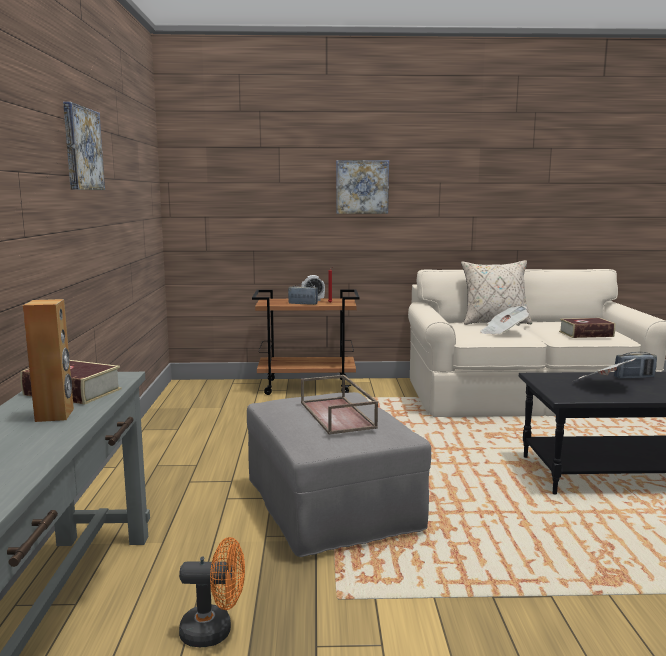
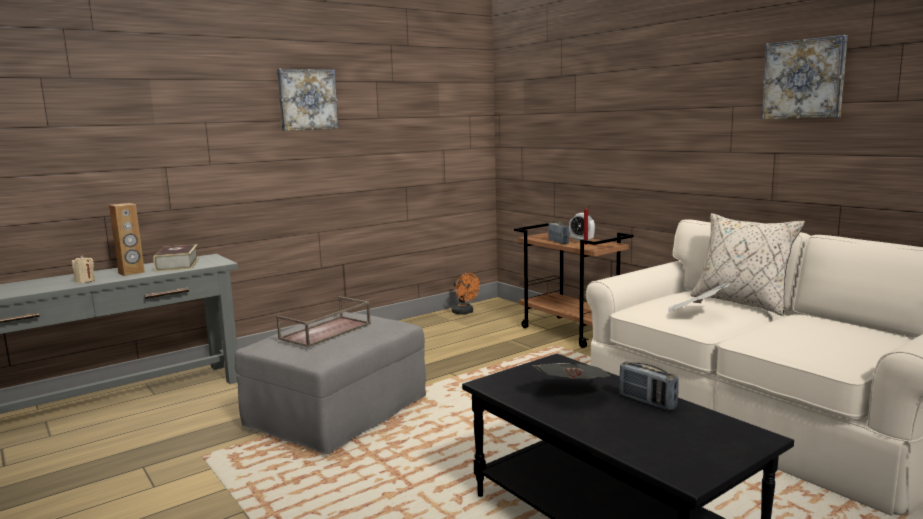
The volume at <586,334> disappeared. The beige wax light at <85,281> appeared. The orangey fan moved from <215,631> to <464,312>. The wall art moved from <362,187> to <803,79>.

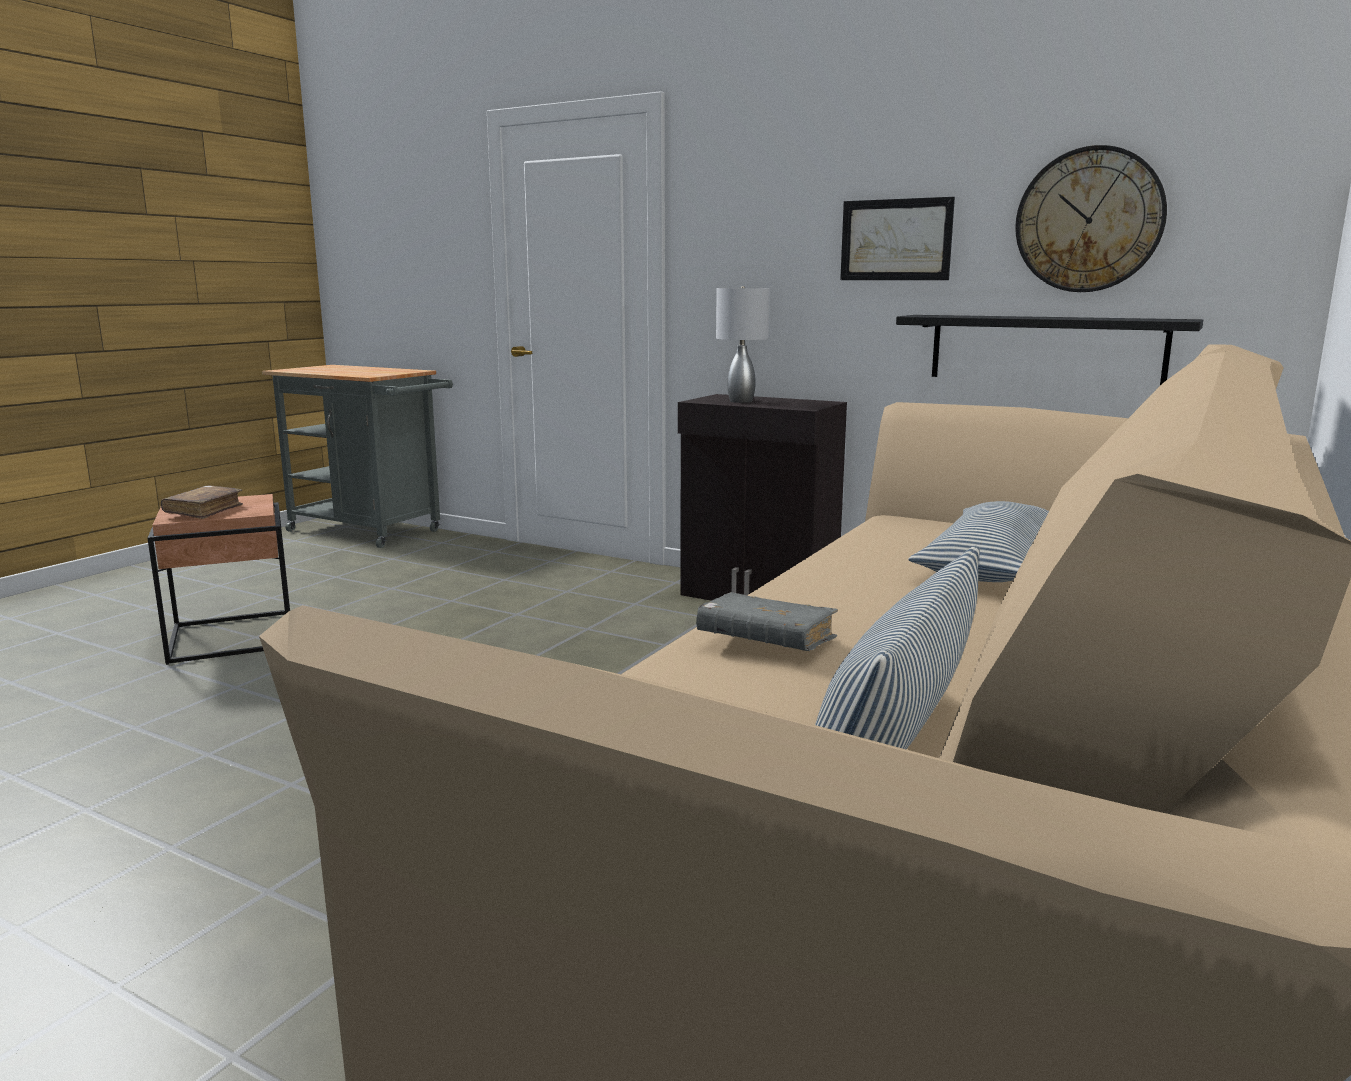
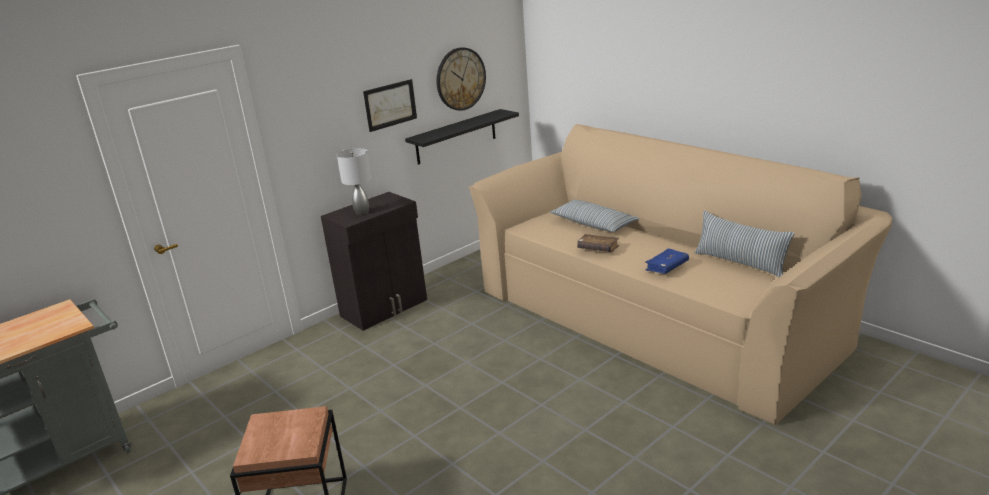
The brown-coloured volume moved from <204,511> to <598,248>. The grey volume at <765,639> became the blue volume at <666,267>.

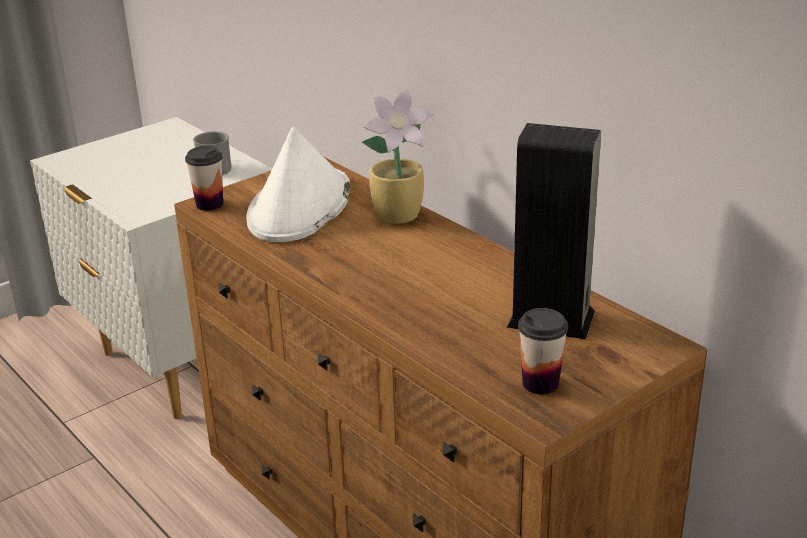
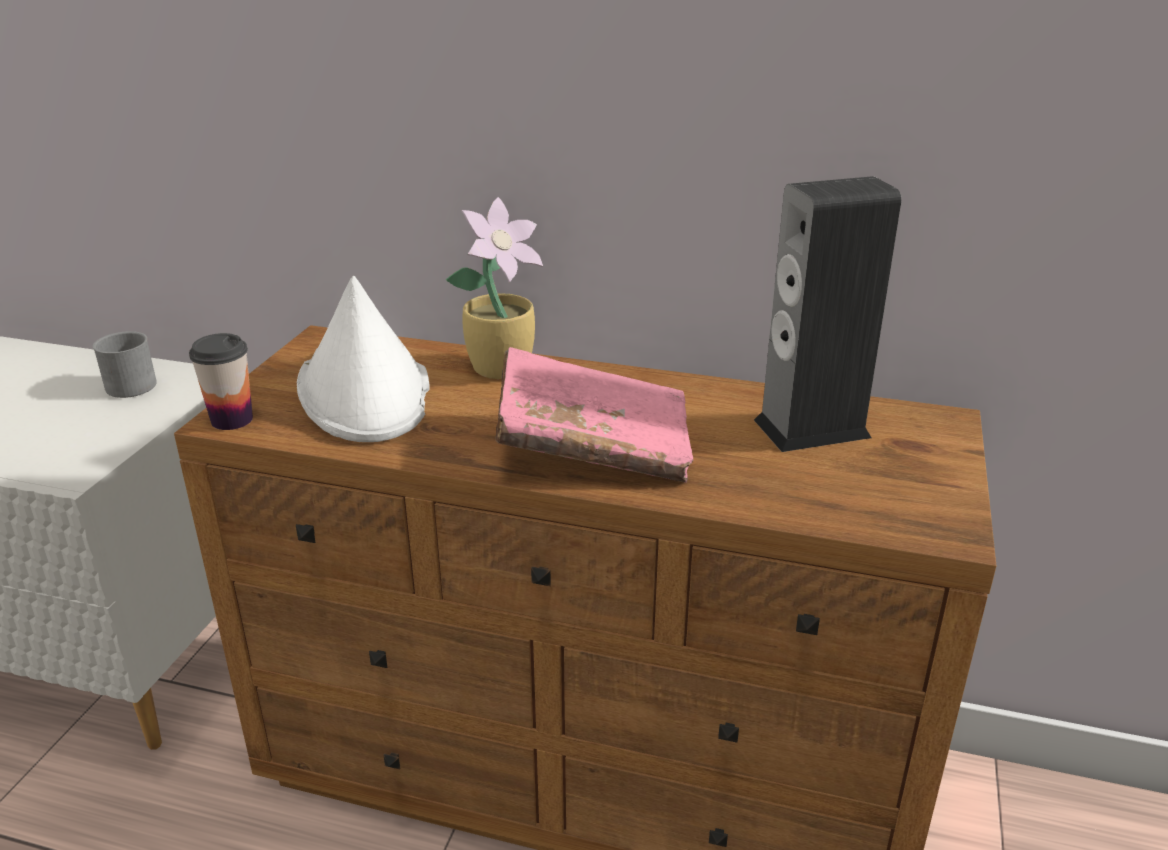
The cup at <540,383> disappeared. The pinkish volume at <593,446> appeared.

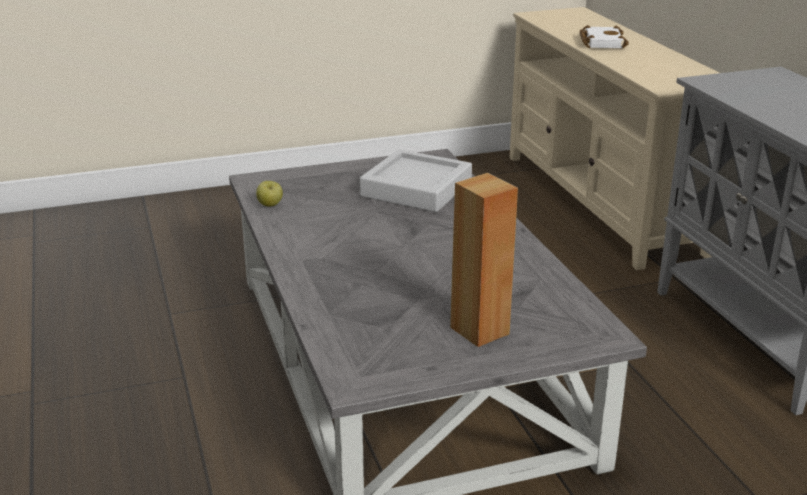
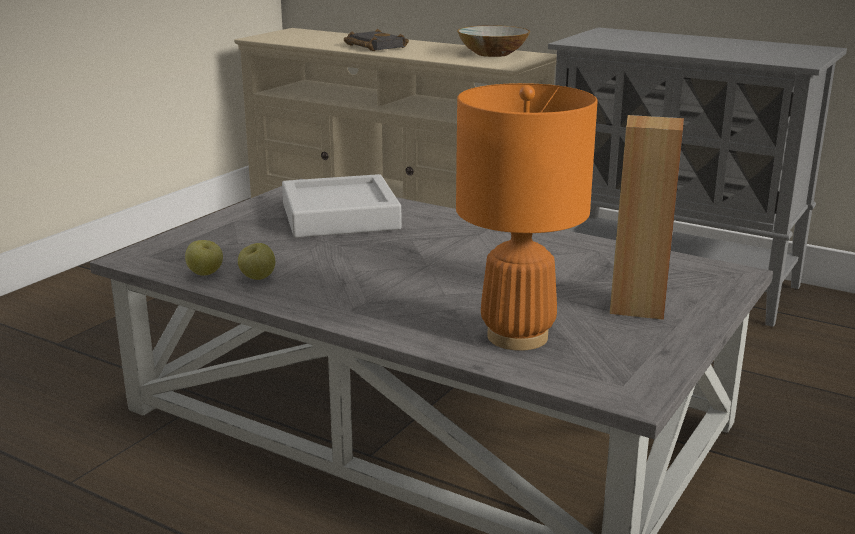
The whole apple at <257,278> appeared. The orangey tabletop lamp at <518,336> appeared. The deep dish at <492,53> appeared. The whitish volume at <600,42> became the blackish volume at <373,46>.

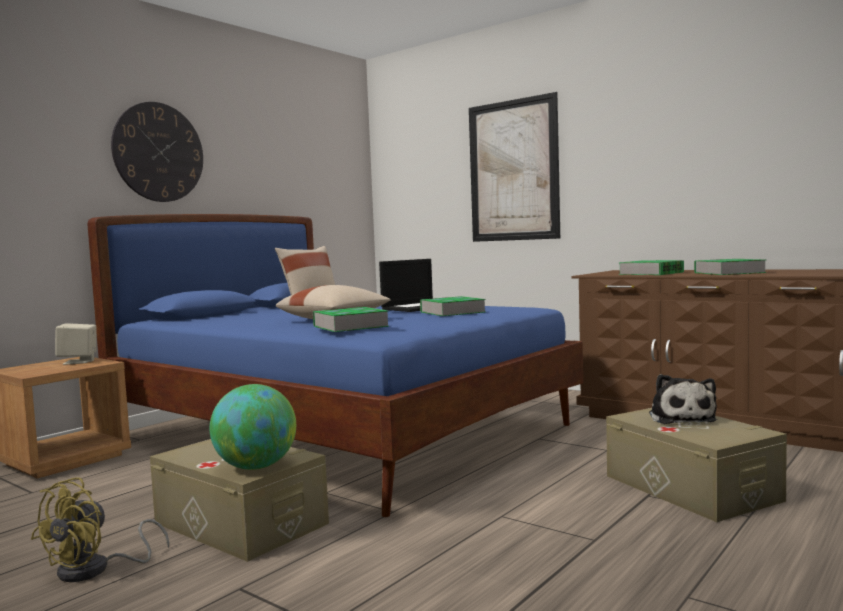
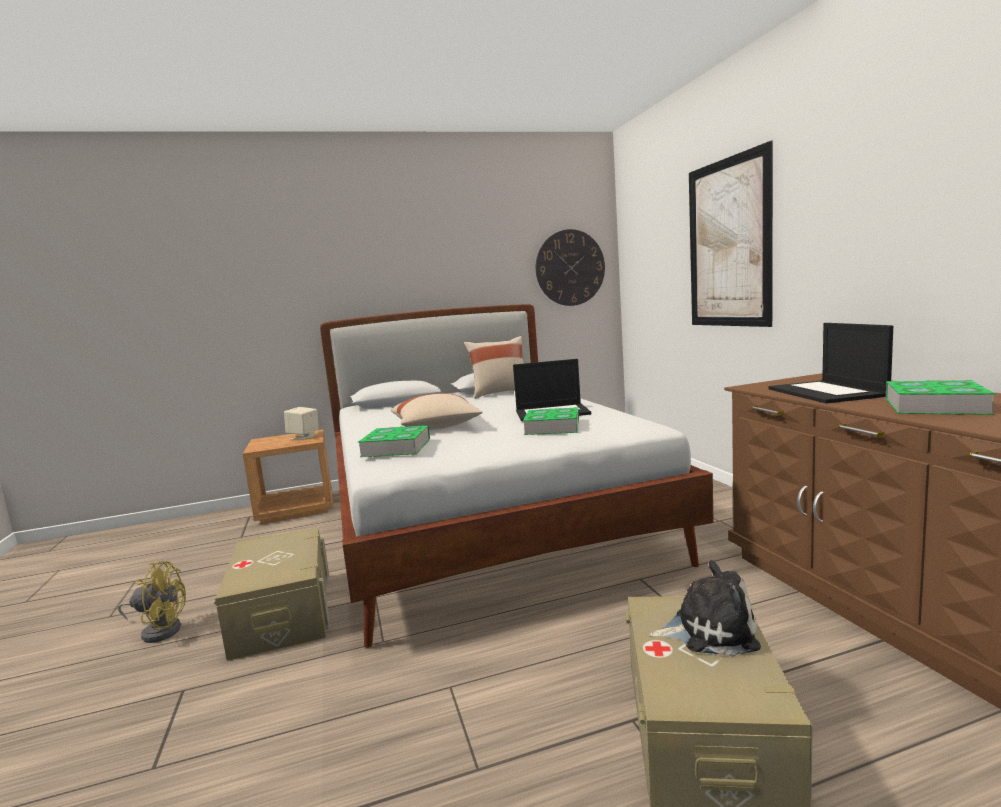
The world globe at <256,467> disappeared. The hanging clock moved from <158,152> to <570,268>. The volume at <651,273> was replaced by the portable computer at <827,392>. The blue bedroom bed at <340,432> became the whitish bedroom bed at <484,522>. The yellow-coloured fan at <95,570> turned 150 degrees counterclockwise. The soft toy at <681,418> turned 120 degrees counterclockwise.

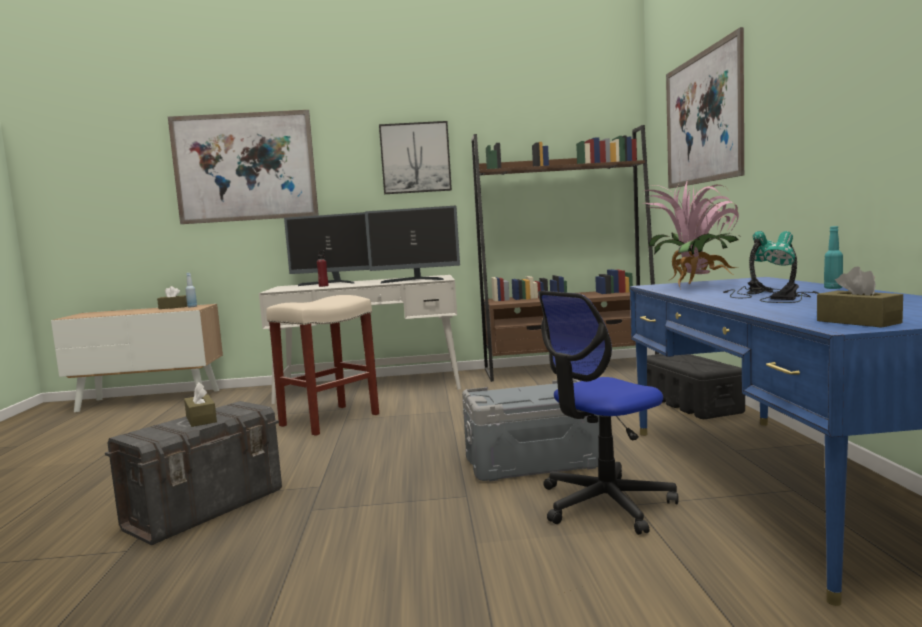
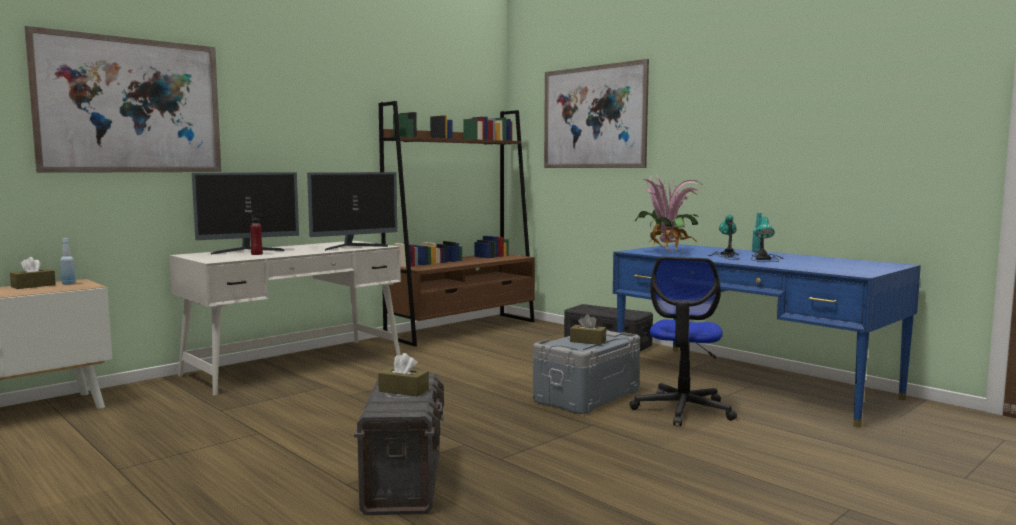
The beige stool at <329,420> disappeared. The wall art at <415,158> disappeared. The brown-coloured tissue box moved from <858,322> to <587,341>.

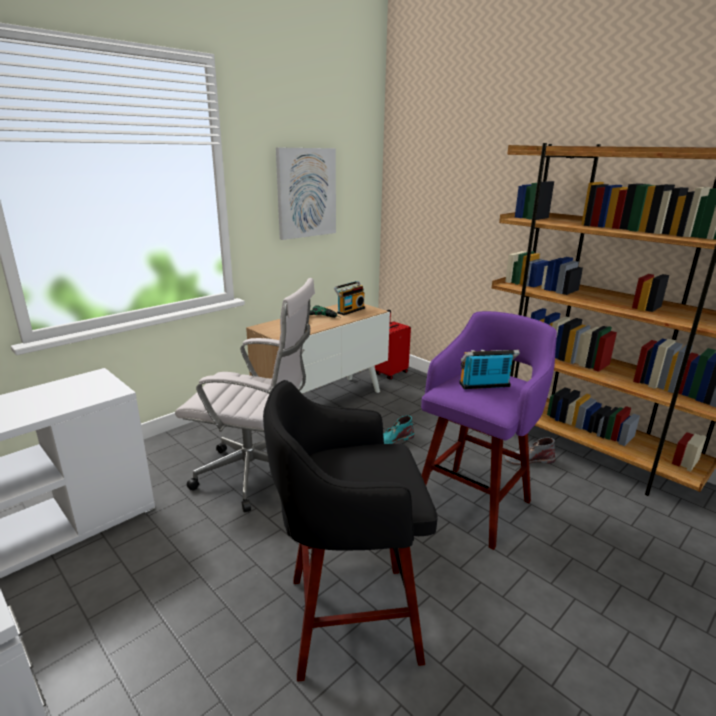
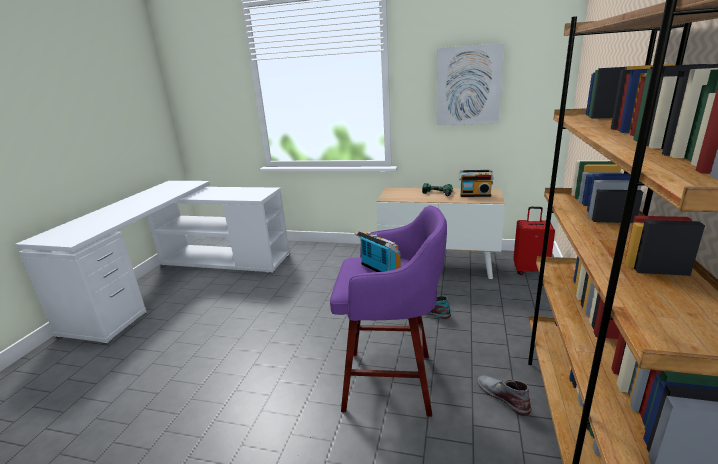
The whitish desk chair at <256,475> disappeared. The blackish stool at <347,619> disappeared.

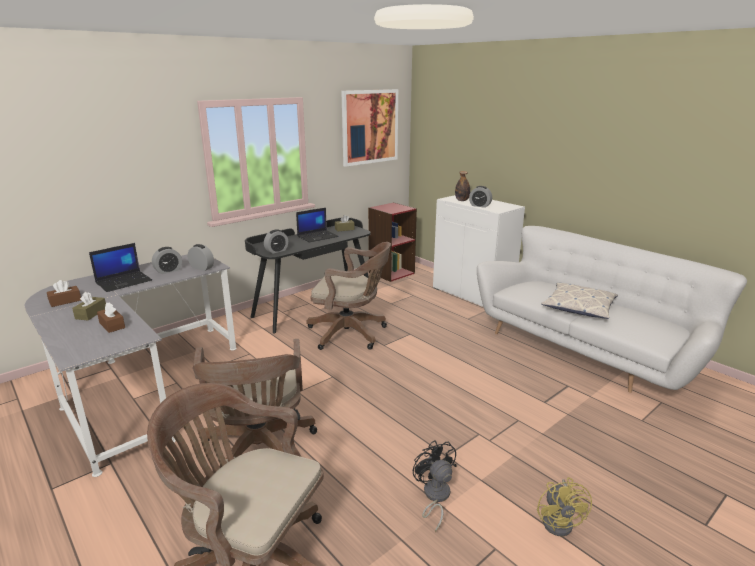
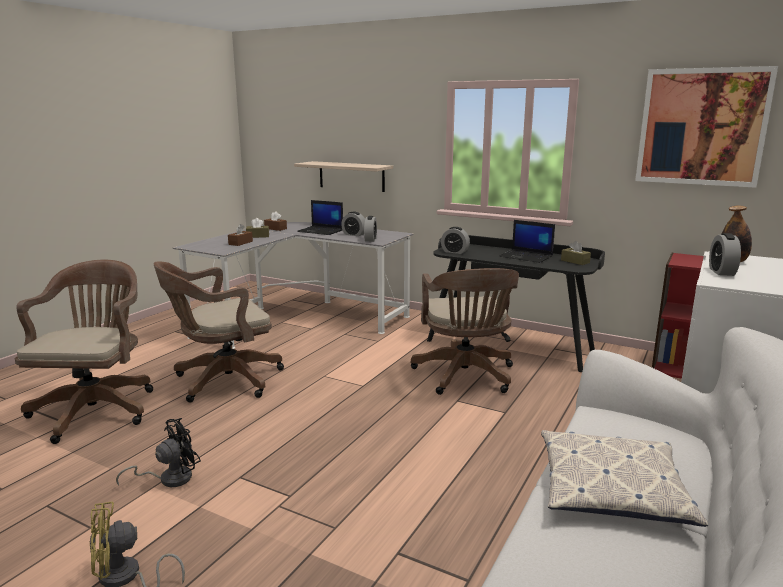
The bracket shelf at <351,176> appeared.

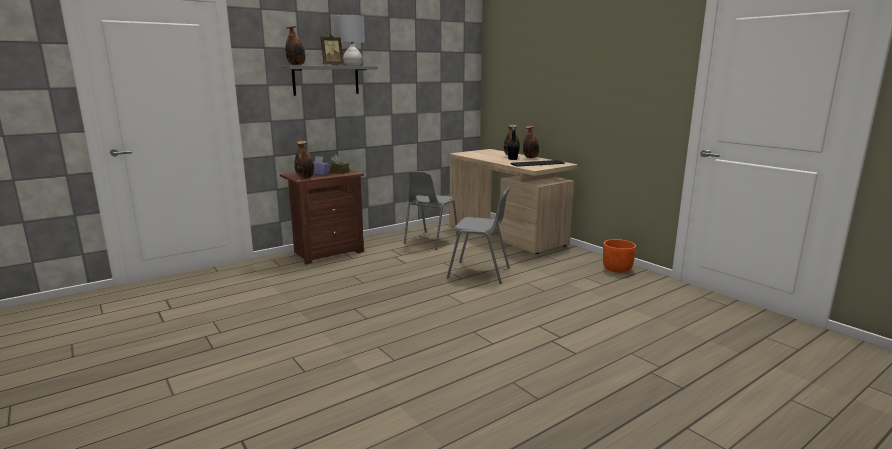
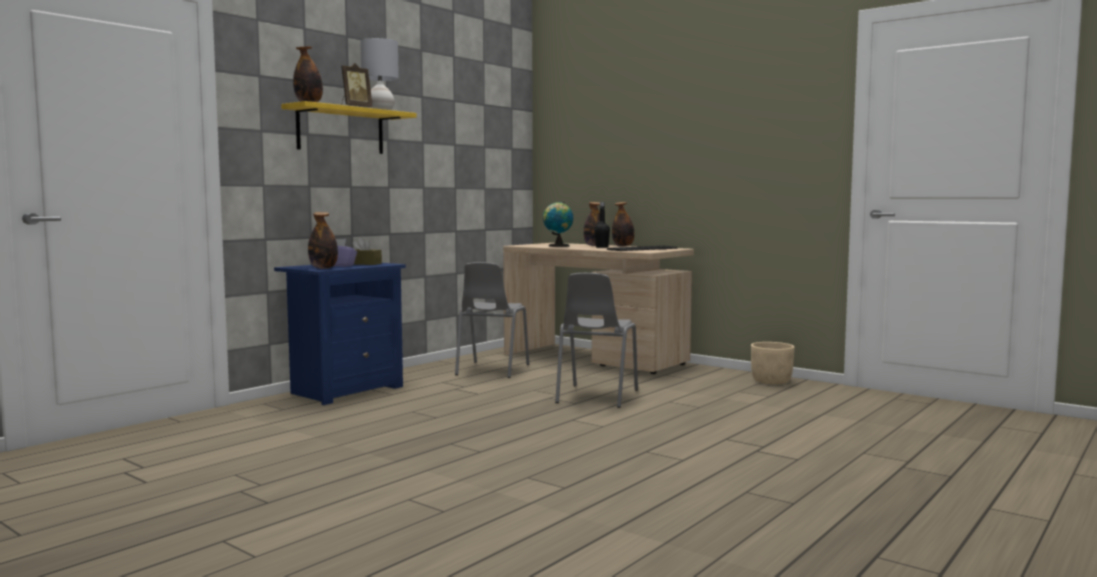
The world globe at <557,246> appeared. The brown-coloured nightstand at <327,252> became the blue nightstand at <345,390>. The grey bracket shelf at <326,80> became the yellow-coloured bracket shelf at <340,130>. The orangey plant pot at <617,269> became the beige plant pot at <771,381>. The grey chair at <479,273> turned 105 degrees clockwise.

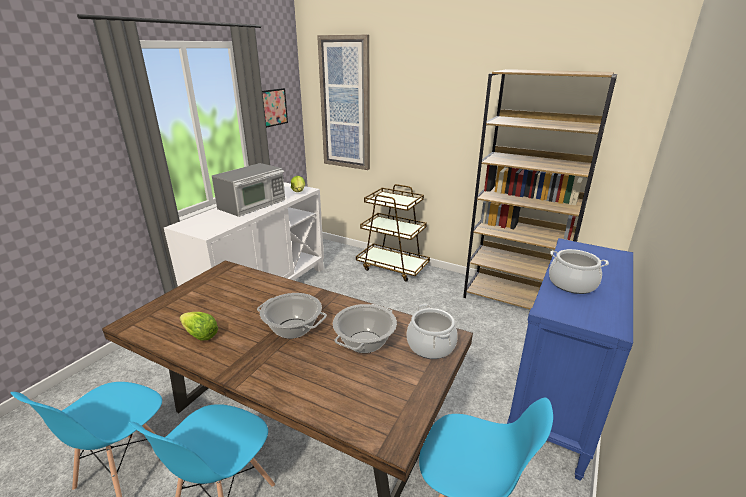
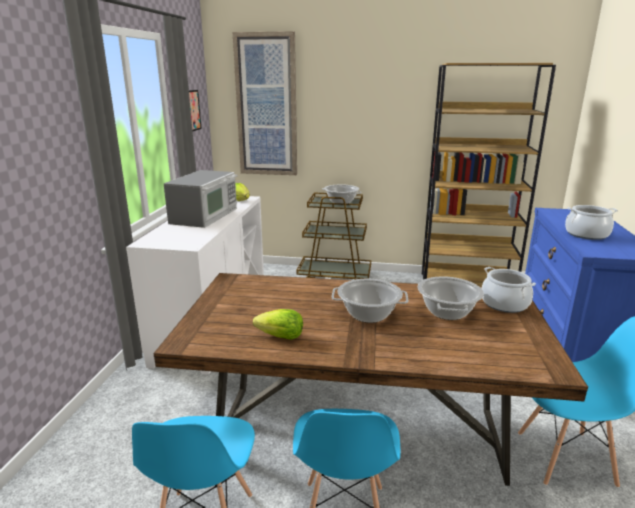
The saucepot at <341,202> appeared.

